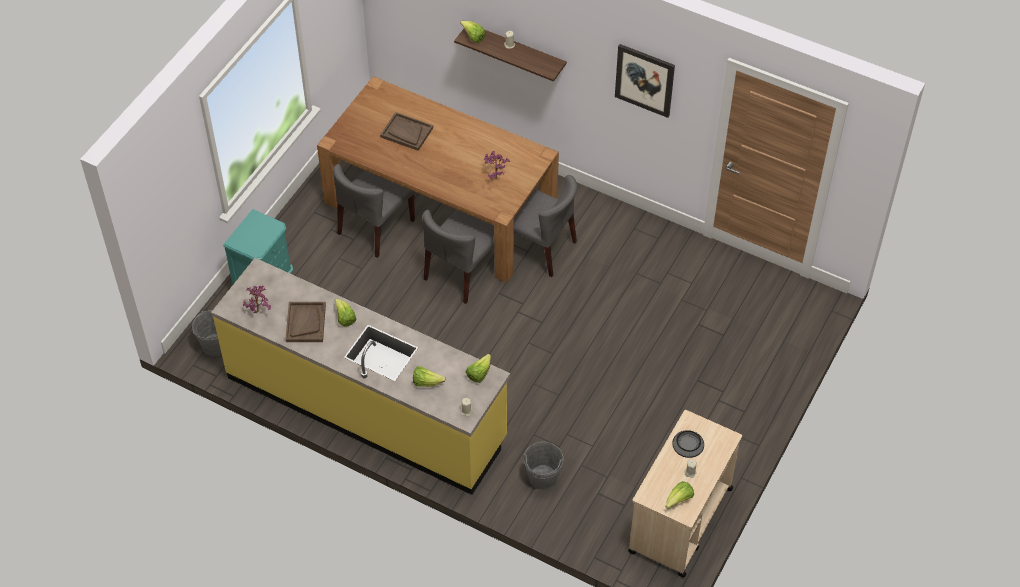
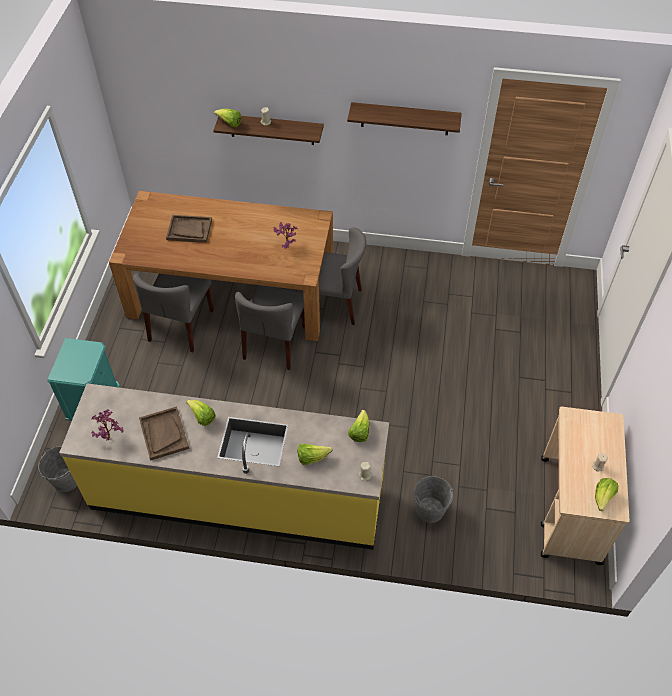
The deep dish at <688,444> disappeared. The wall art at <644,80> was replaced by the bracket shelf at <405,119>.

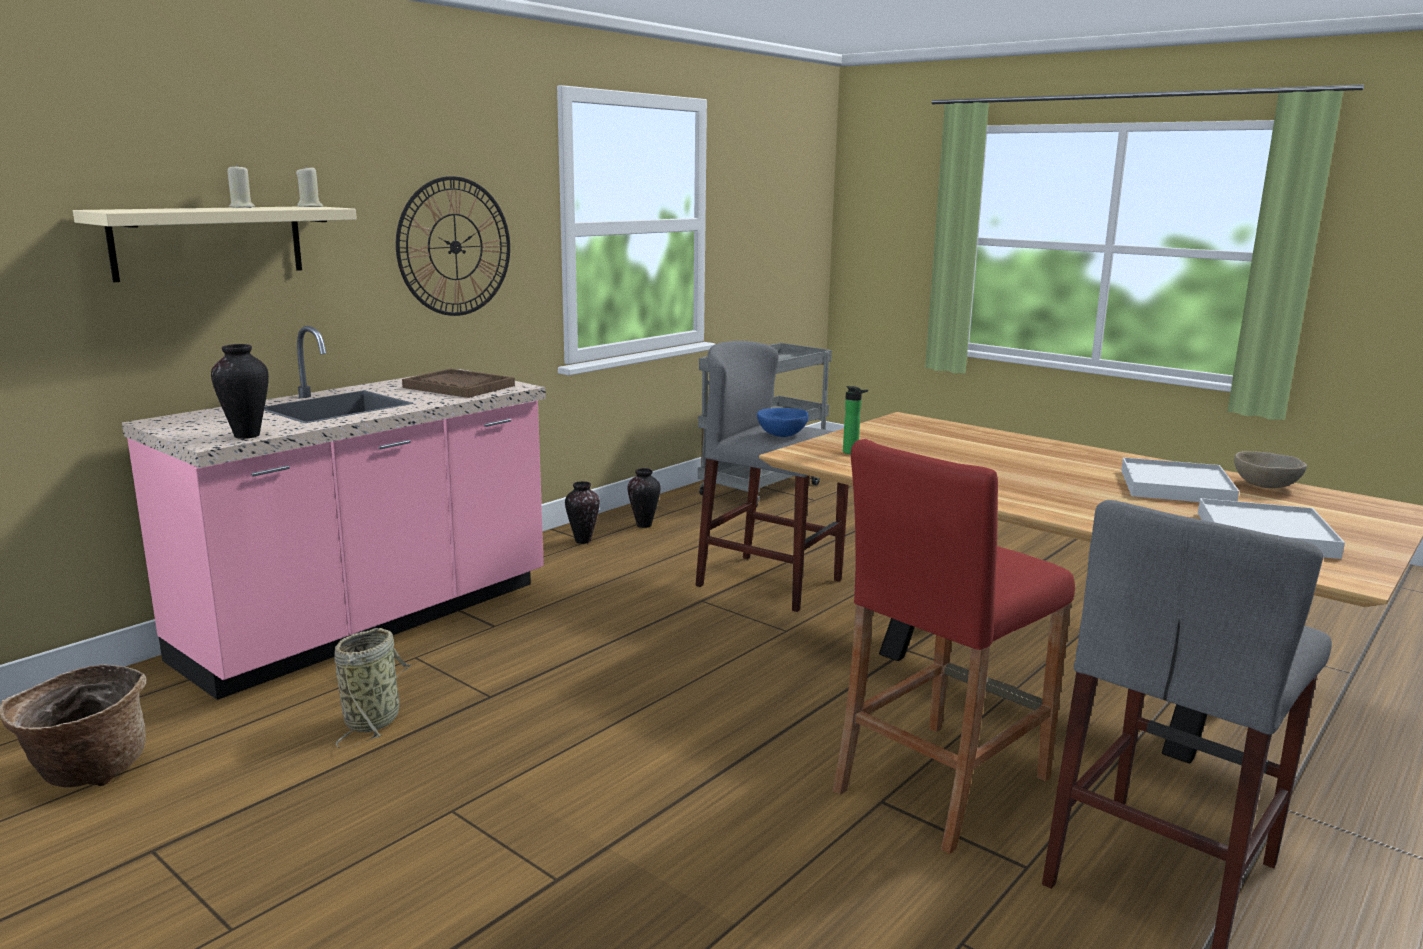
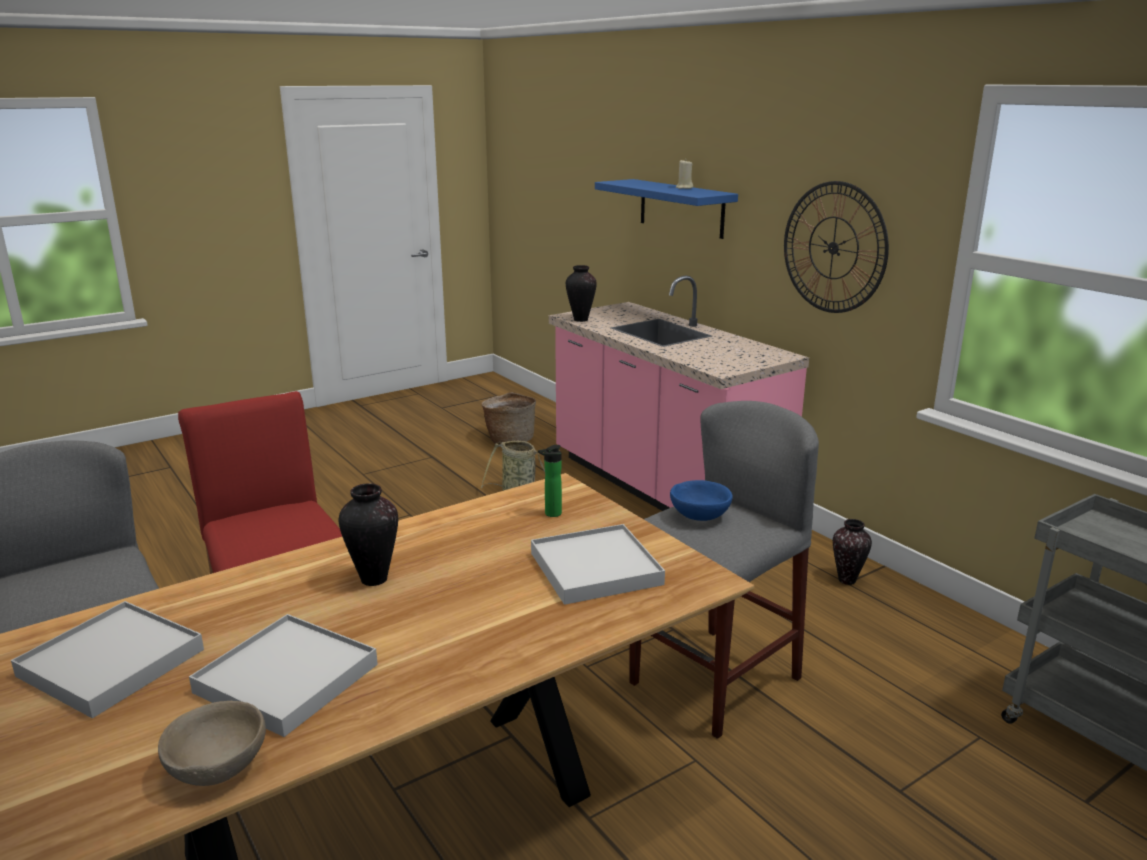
The beige wax light at <310,207> disappeared. The brown-coloured tray at <458,386> disappeared. The whitish tray at <595,568> appeared. The vase moved from <644,525> to <373,579>. The beige bracket shelf at <209,242> became the blue bracket shelf at <681,208>.

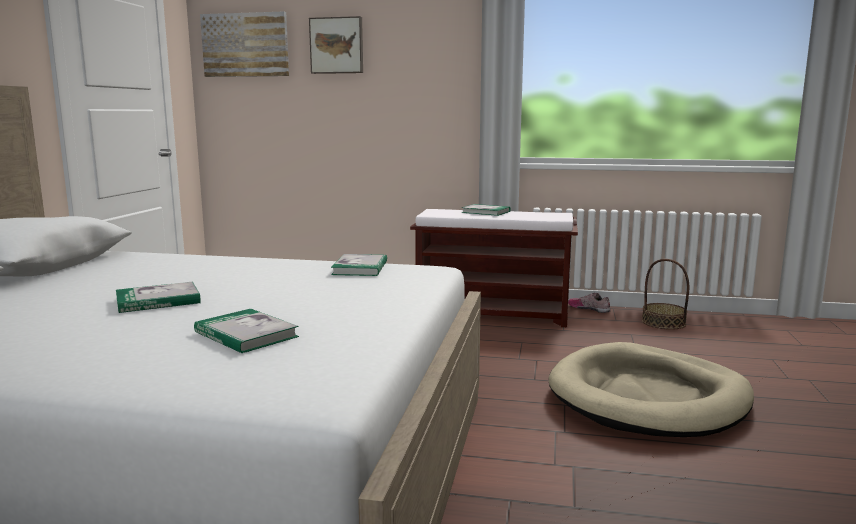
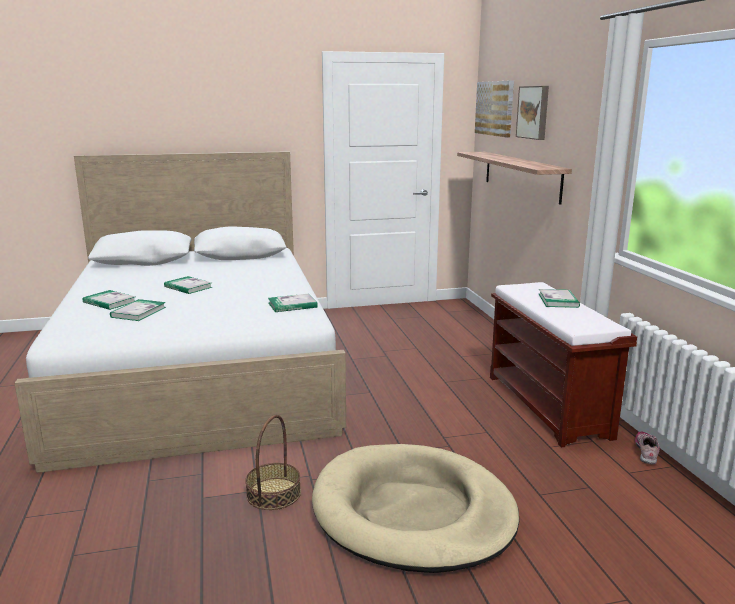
The volume at <109,302> appeared. The bracket shelf at <521,175> appeared. The basket moved from <663,322> to <274,494>.

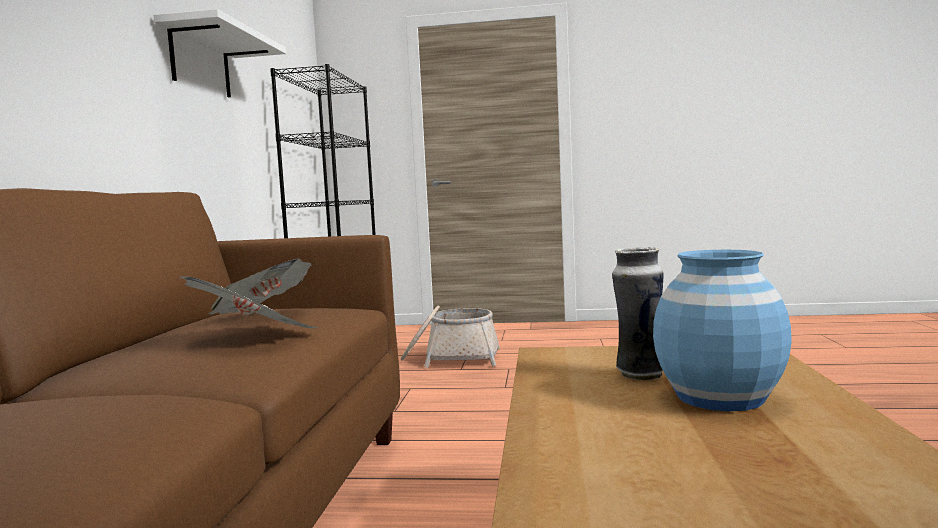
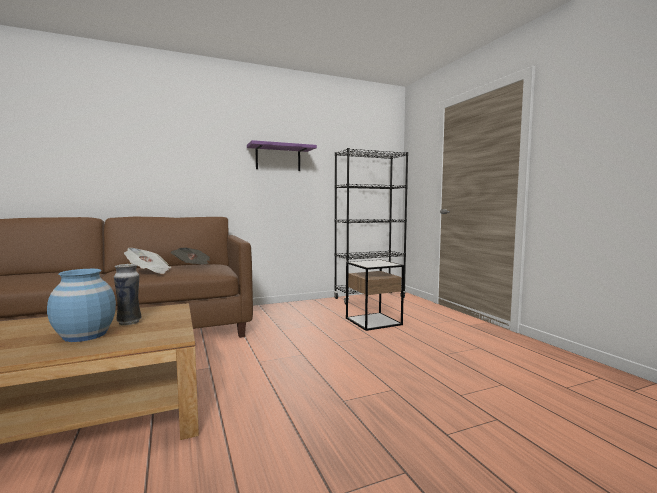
The basket at <451,358> was replaced by the accent table at <373,321>. The whitish bracket shelf at <200,62> became the purple-coloured bracket shelf at <278,158>.

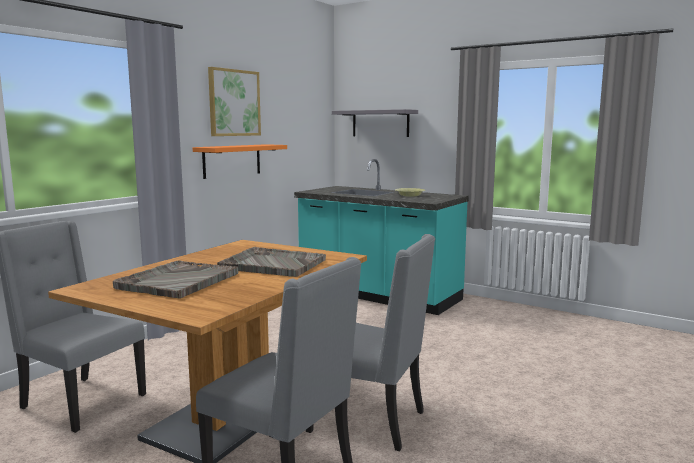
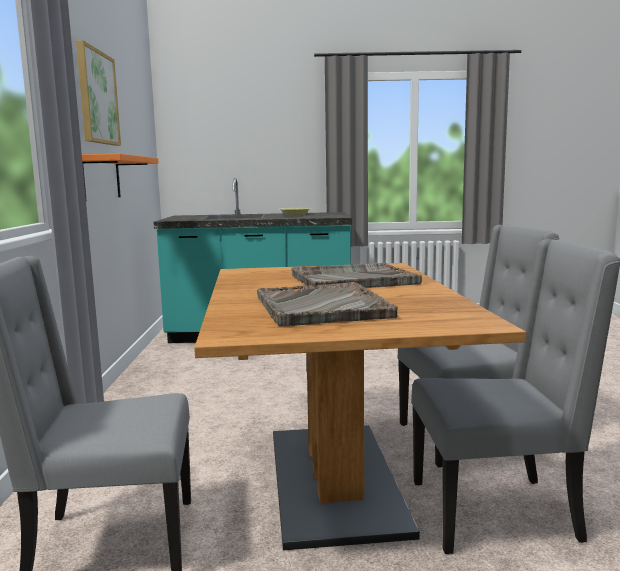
The grey bracket shelf at <380,123> disappeared.

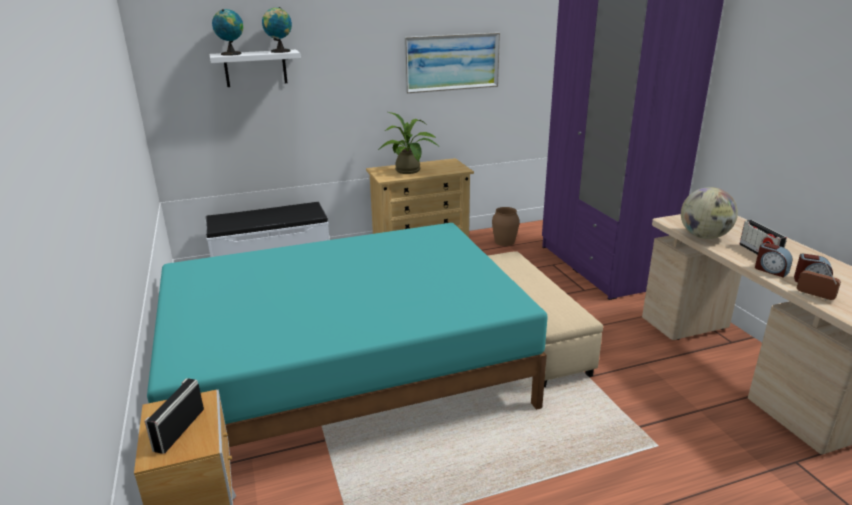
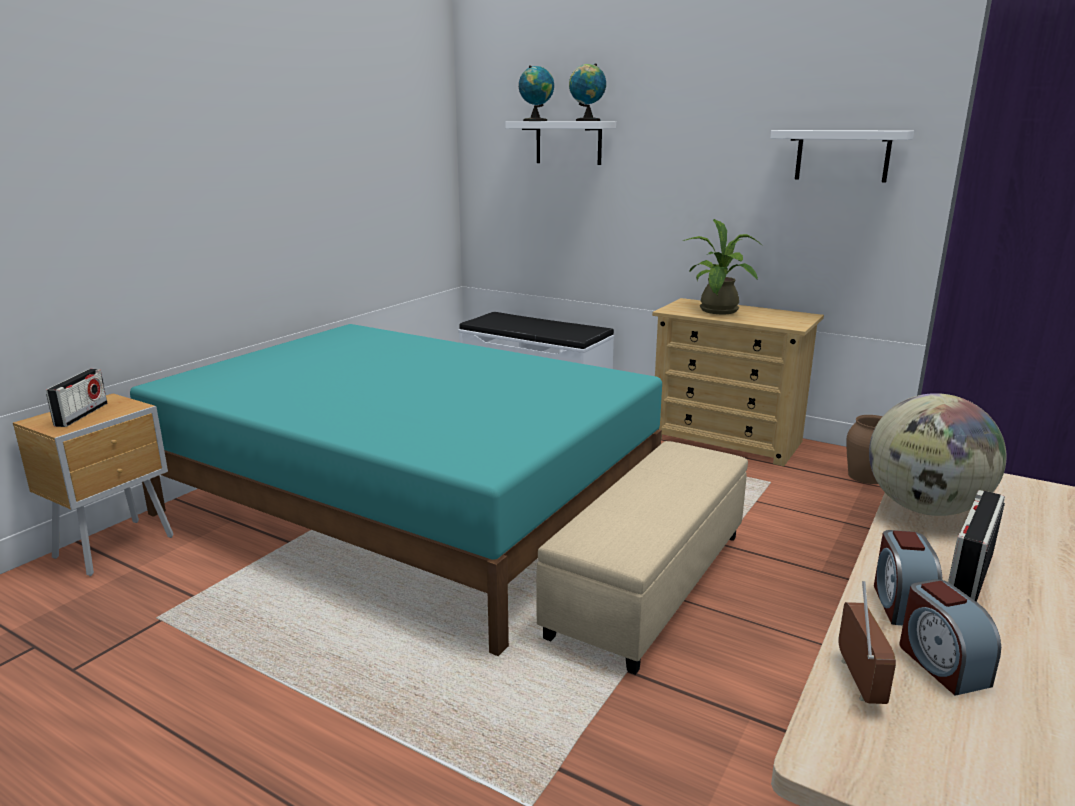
The wall art at <451,62> was replaced by the whitish bracket shelf at <842,155>. The radio receiver at <179,429> turned 120 degrees clockwise.

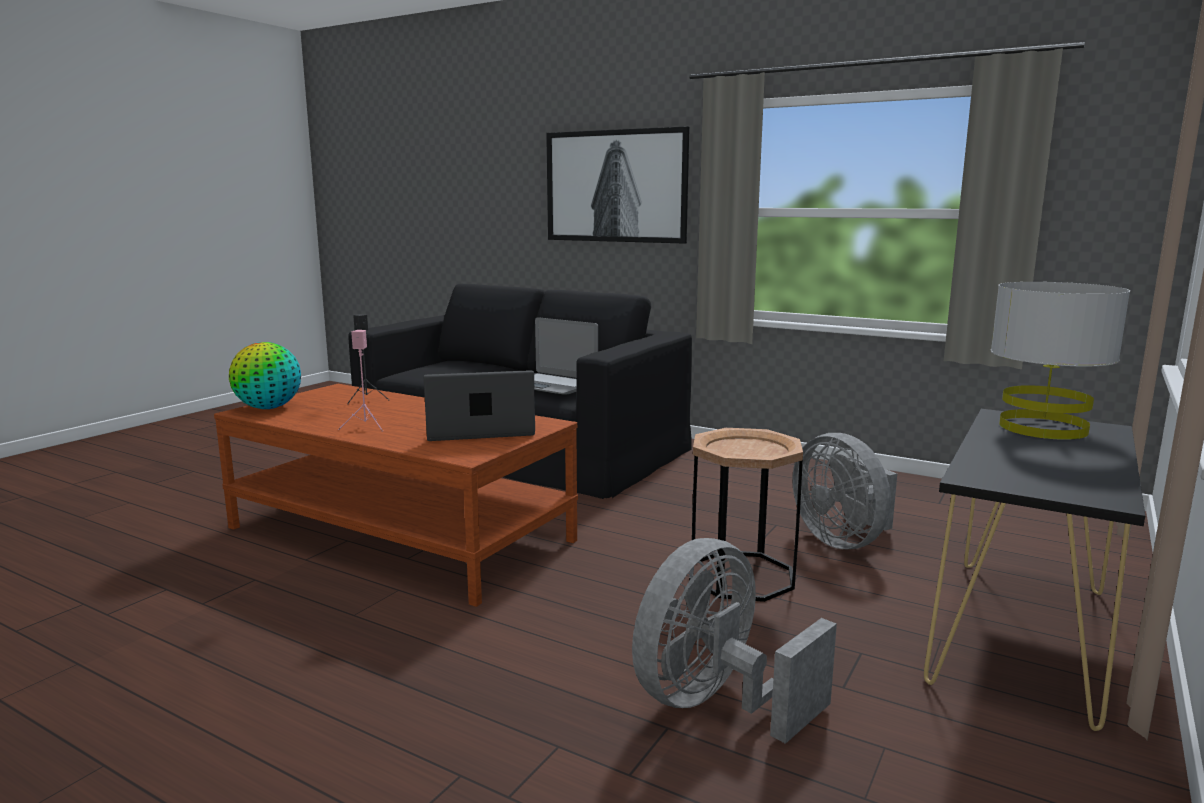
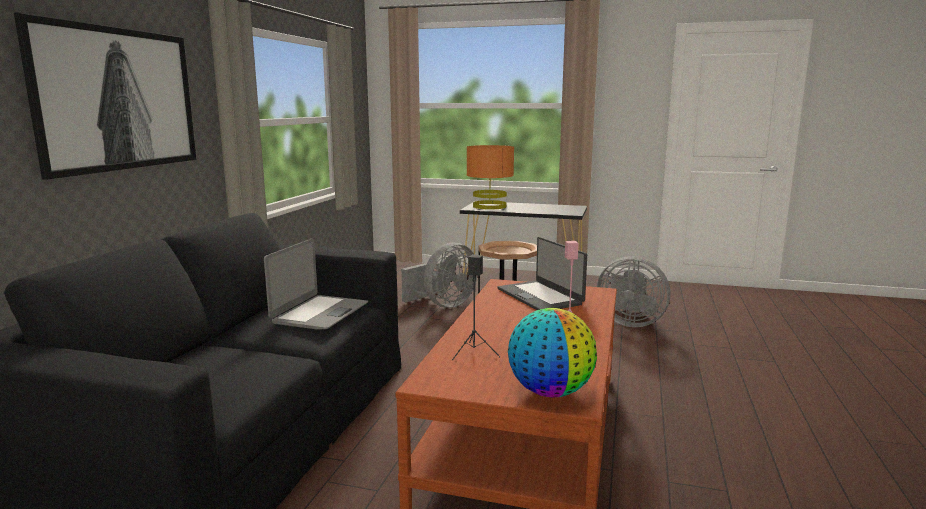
The grey tabletop lamp at <1043,428> became the orangey tabletop lamp at <489,206>.

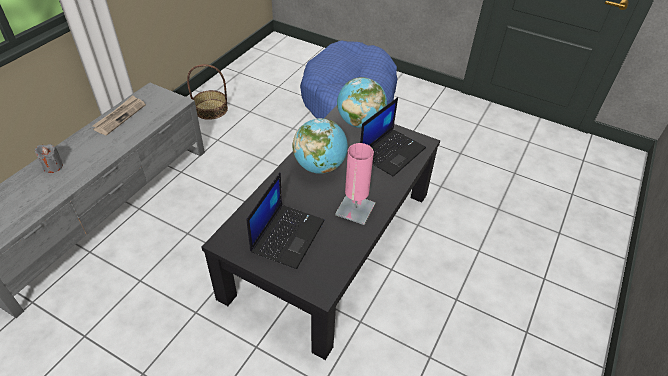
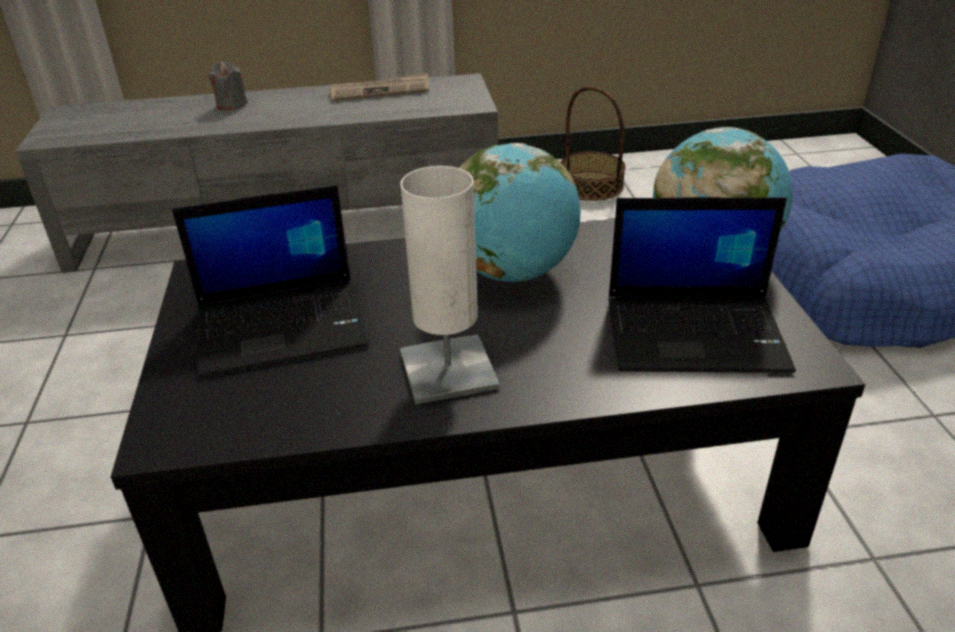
The pinkish tabletop lamp at <355,209> became the whitish tabletop lamp at <448,370>.

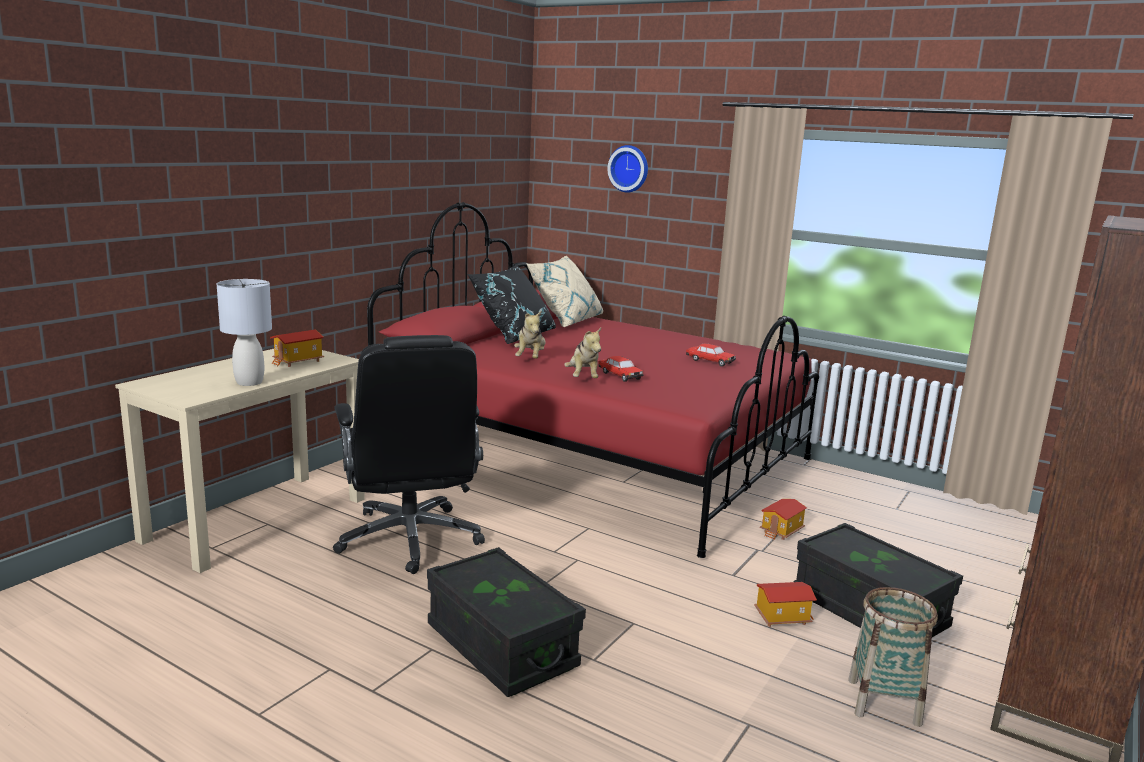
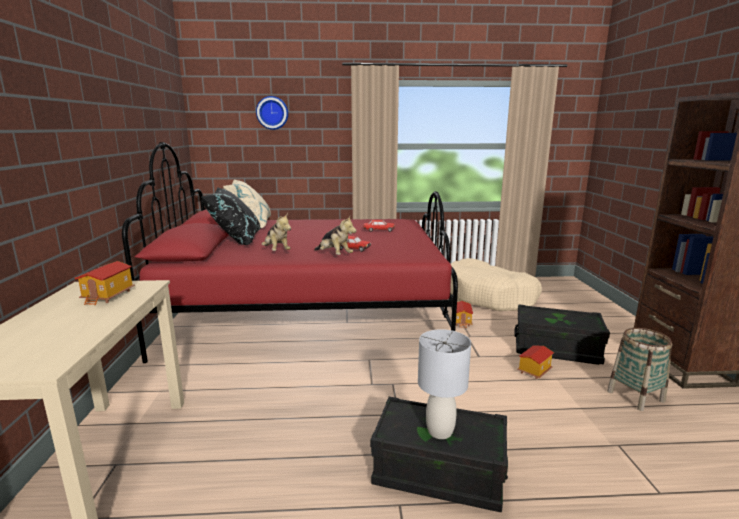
The blackish desk chair at <410,540> disappeared. The beige pet bed at <489,297> appeared. The grey tabletop lamp moved from <249,382> to <439,431>.

